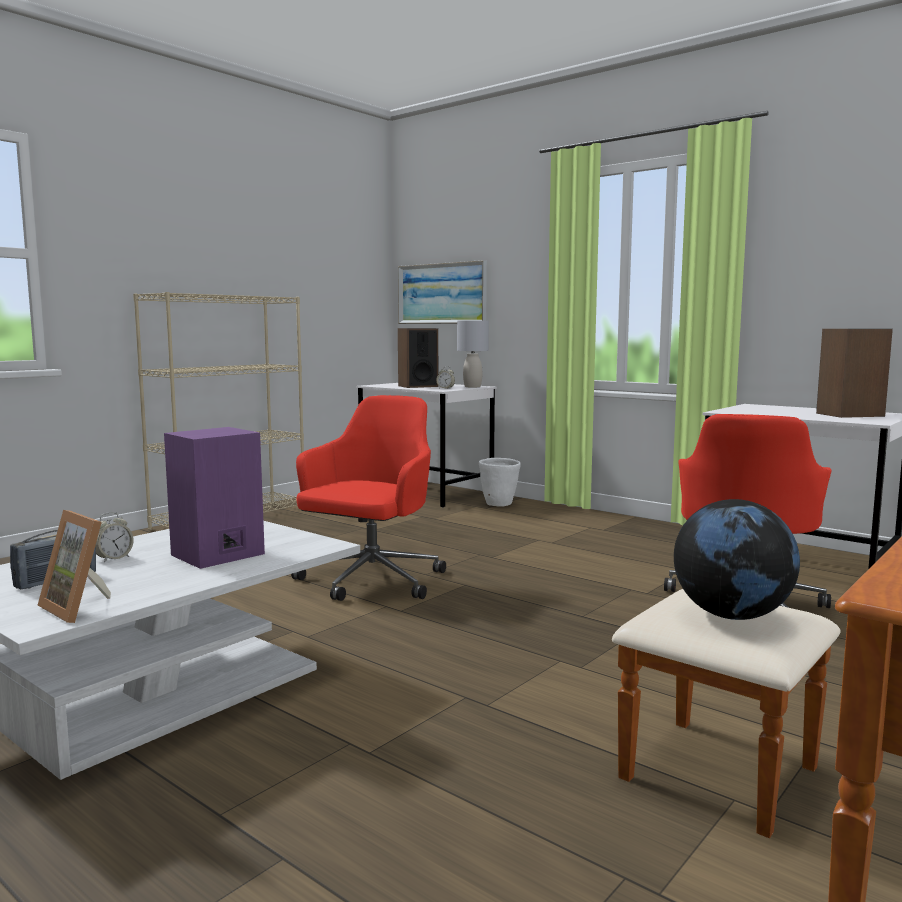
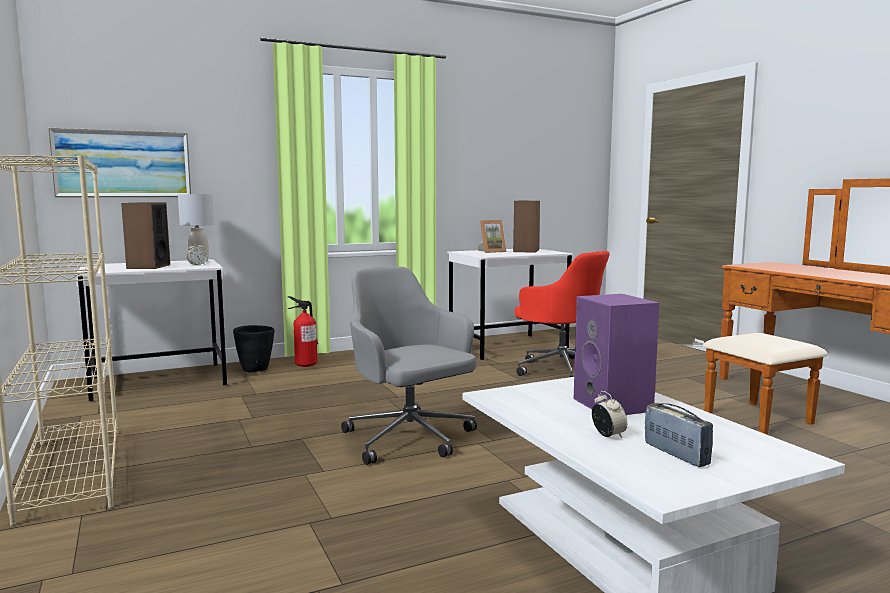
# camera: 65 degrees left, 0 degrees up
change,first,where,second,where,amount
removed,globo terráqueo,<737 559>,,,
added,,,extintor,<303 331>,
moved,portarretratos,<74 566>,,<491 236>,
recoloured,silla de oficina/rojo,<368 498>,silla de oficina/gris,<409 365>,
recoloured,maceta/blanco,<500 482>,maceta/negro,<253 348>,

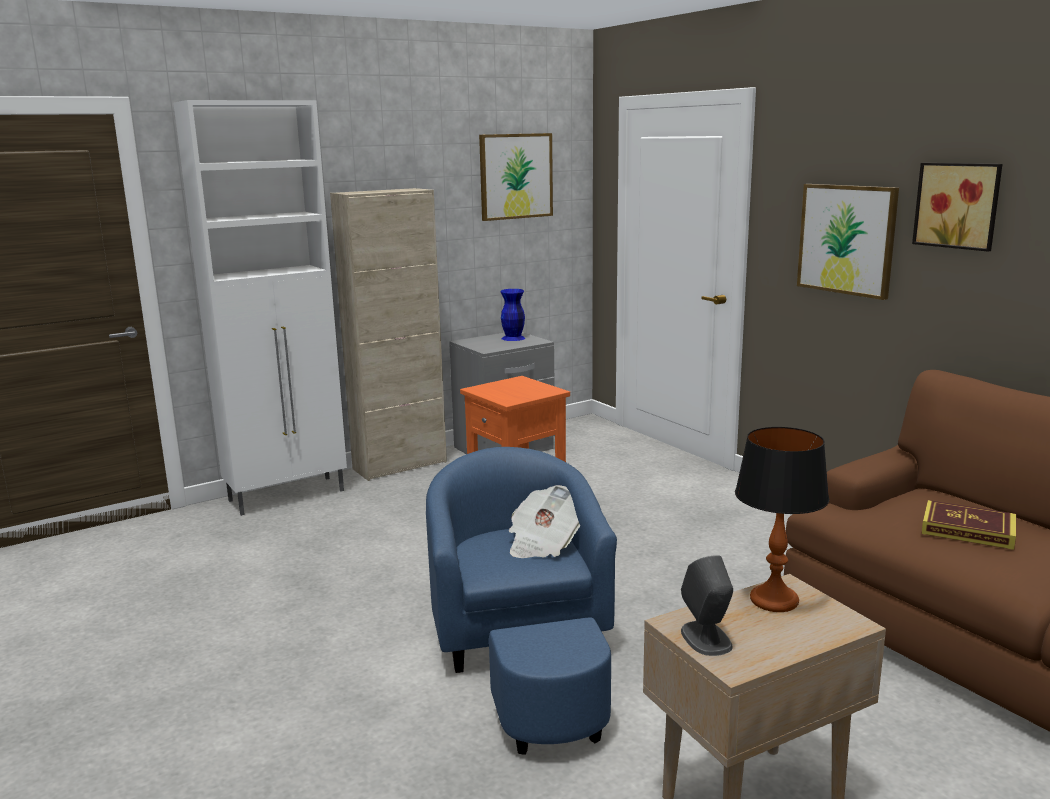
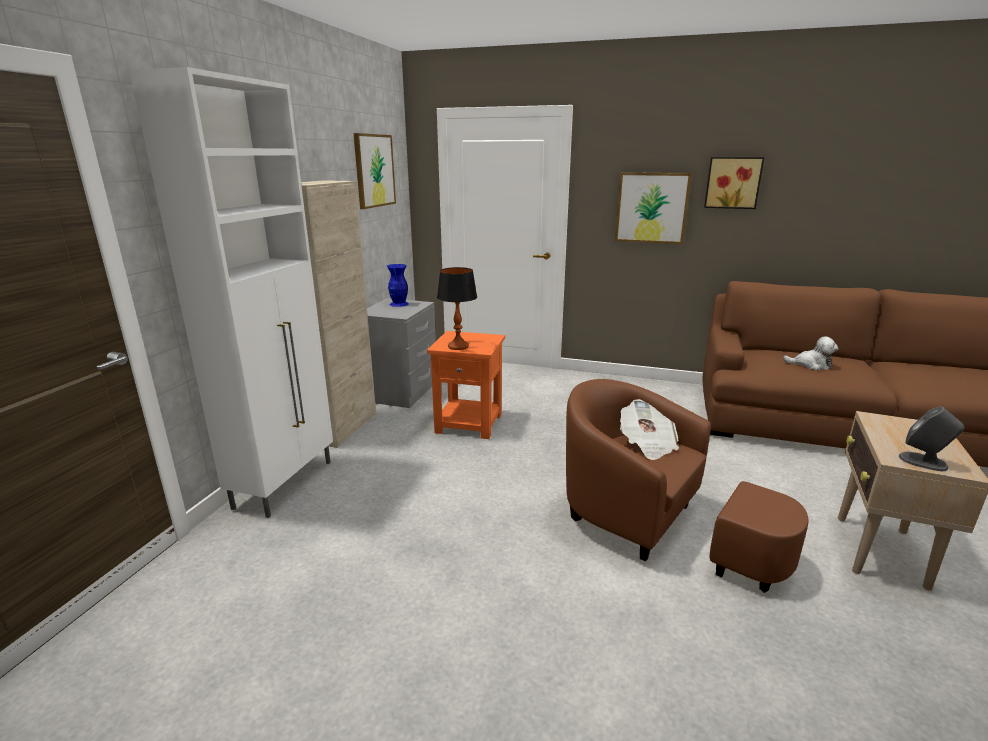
# camera: 40 degrees left, 5 degrees up
change,first,where,second,where,amount
moved,lámpara de mesa,<782 519>,,<457 308>,
replaced,libro,<968 525>,peluche,<810 353>,
recoloured,sillón/azul,<521 601>,sillón/marrón,<687 486>,

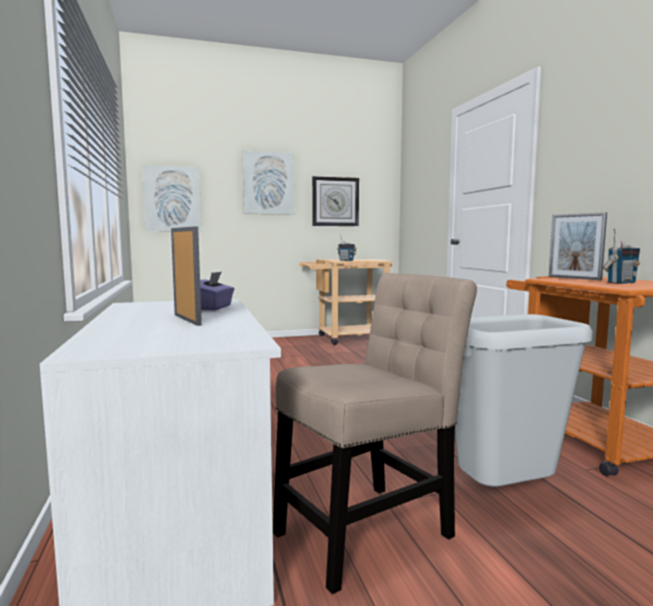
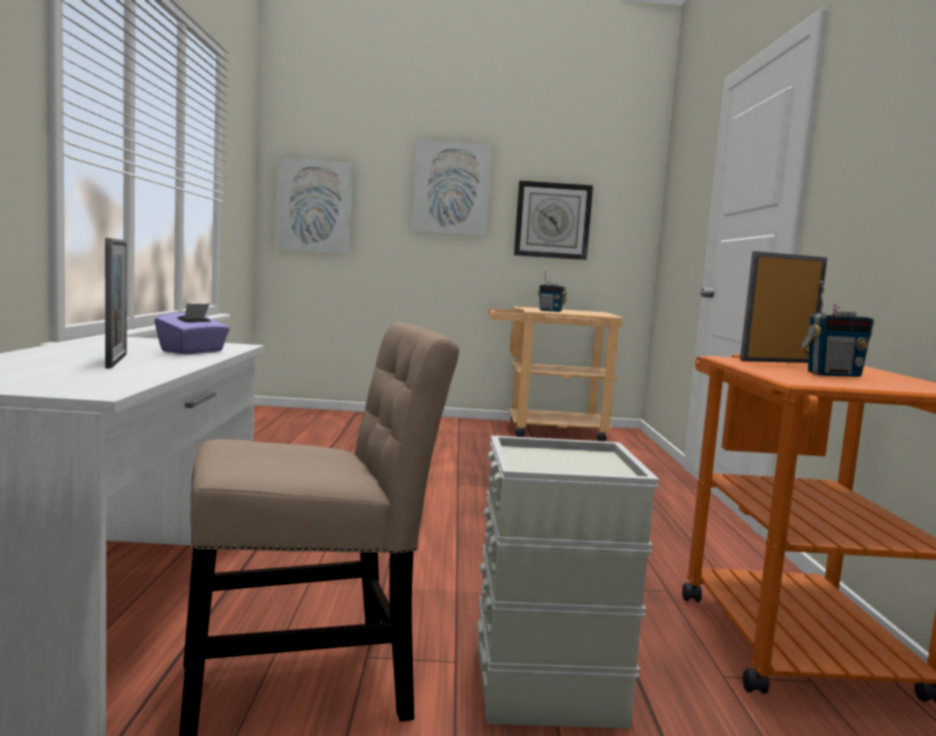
# camera: 15 degrees right, 0 degrees up
change,first,where,second,where,amount
replaced,papelera/gris,<524 400>,caja de almacenaje/gris,<568 582>,
turned,portarretratos,<578 246>,,<783 307>,90 degrees clockwise

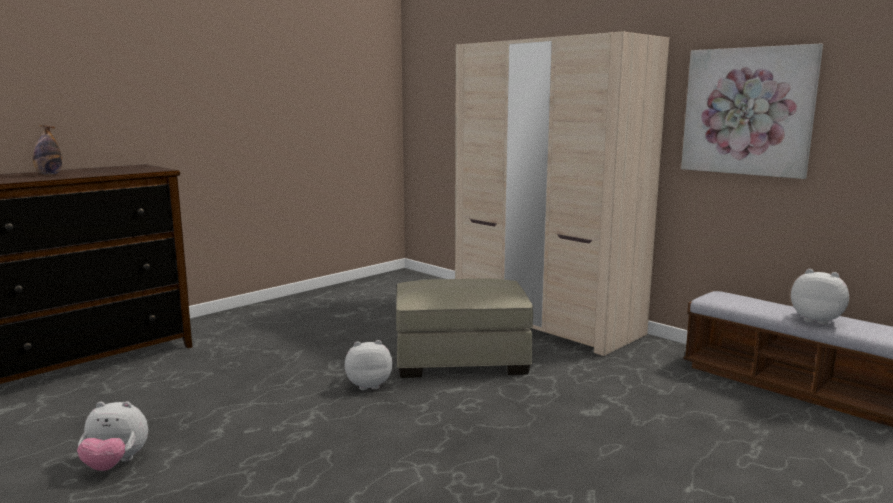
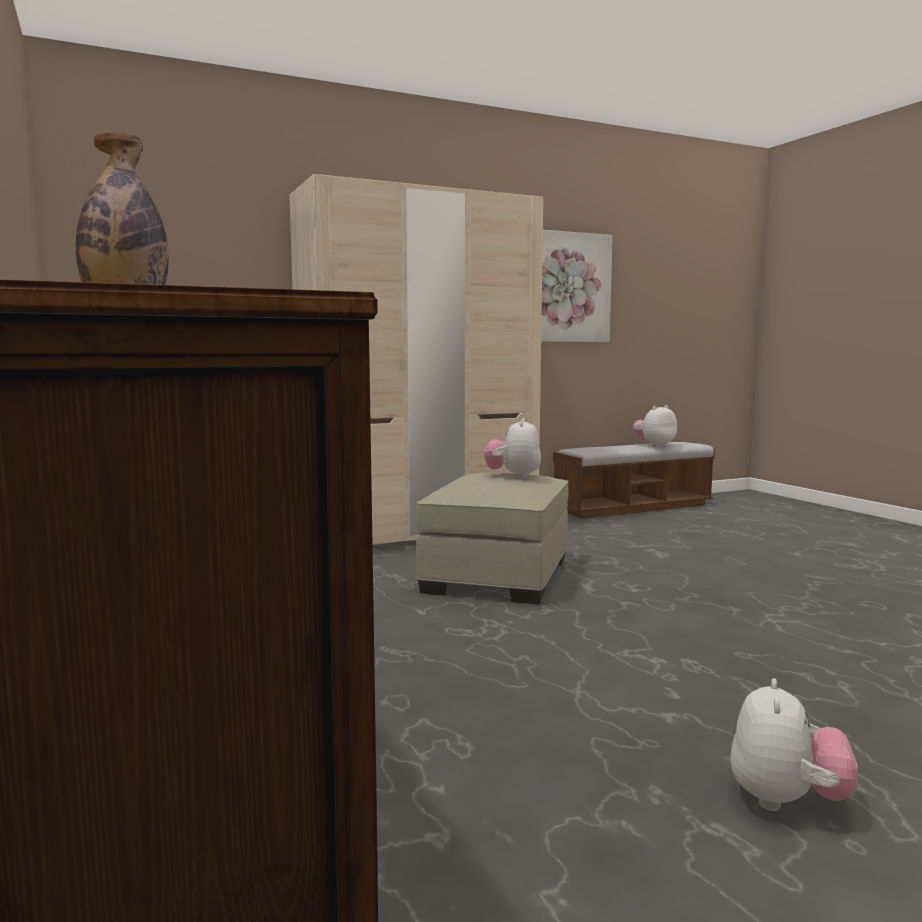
# camera: 70 degrees left, 5 degrees down
change,first,where,second,where,amount
moved,peluche,<368 365>,,<512 448>,

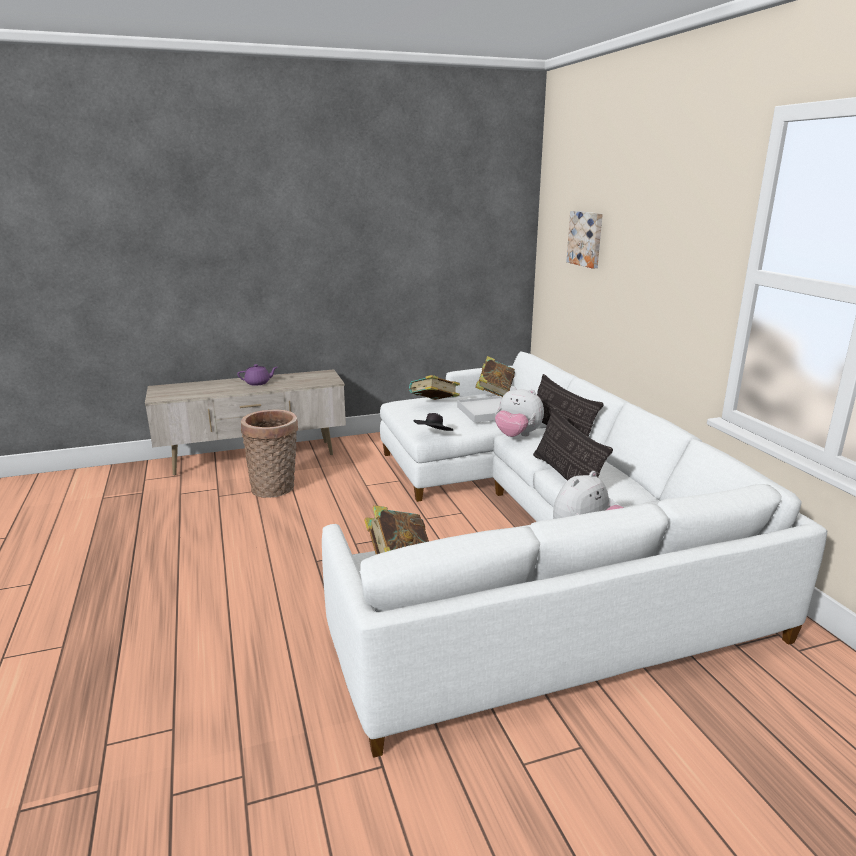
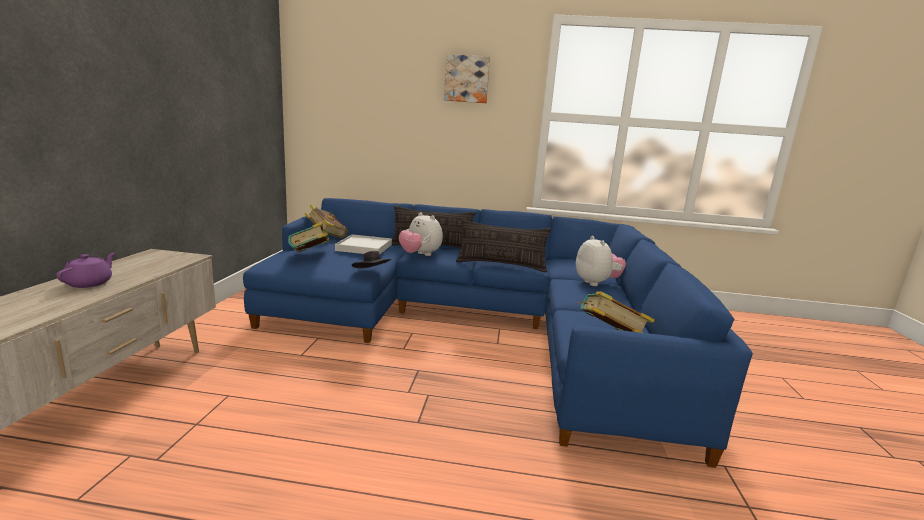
# camera: 65 degrees left, 5 degrees down
change,first,where,second,where,amount
removed,cesta,<269 453>,,,
moved,cuadro,<584 239>,,<467 78>,
recoloured,sofá/blanco,<574 554>,sofá/azul,<498 333>,
turned,peluche,<519 411>,,<421 234>,75 degrees clockwise

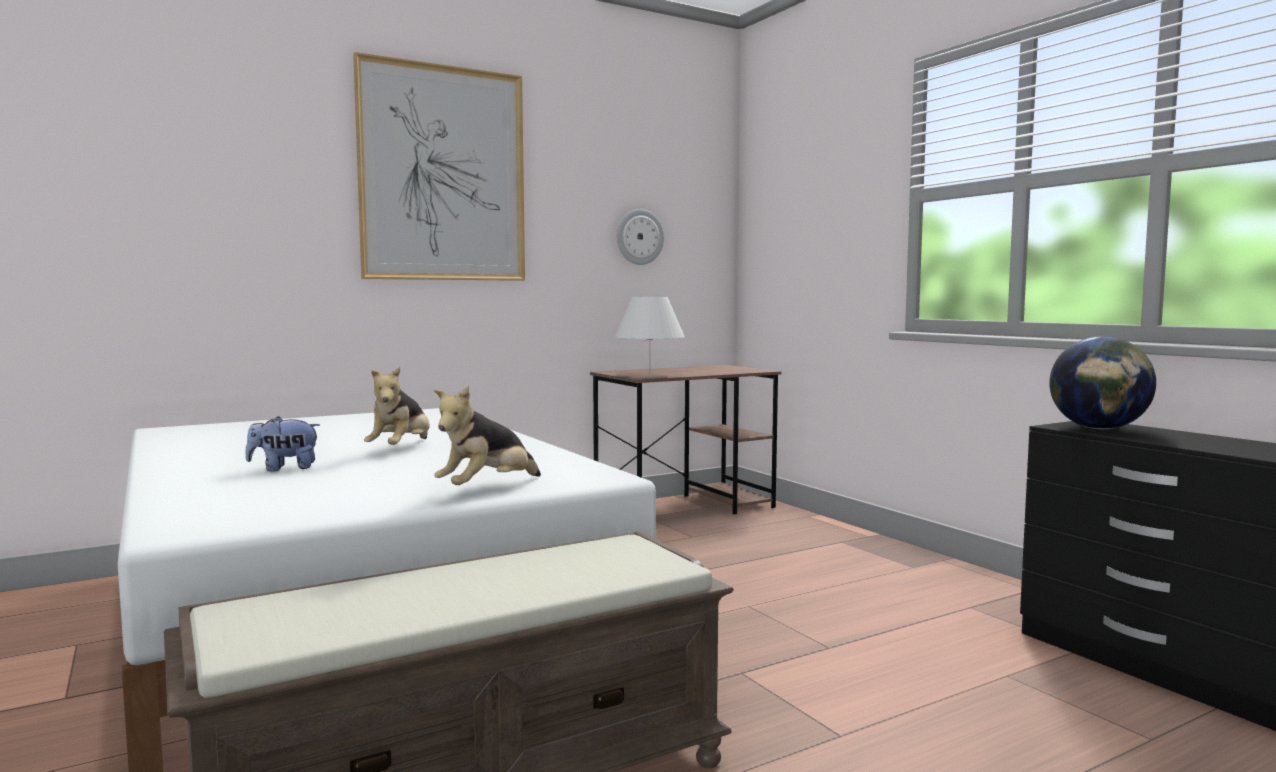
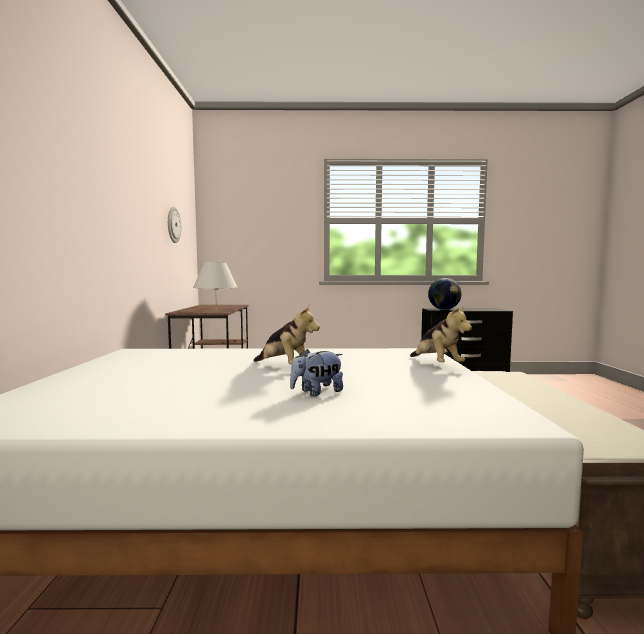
# camera: 60 degrees left, 0 degrees up
change,first,where,second,where,amount
removed,cuadro,<439 166>,,,
turned,peluche,<282 444>,,<316 372>,45 degrees clockwise

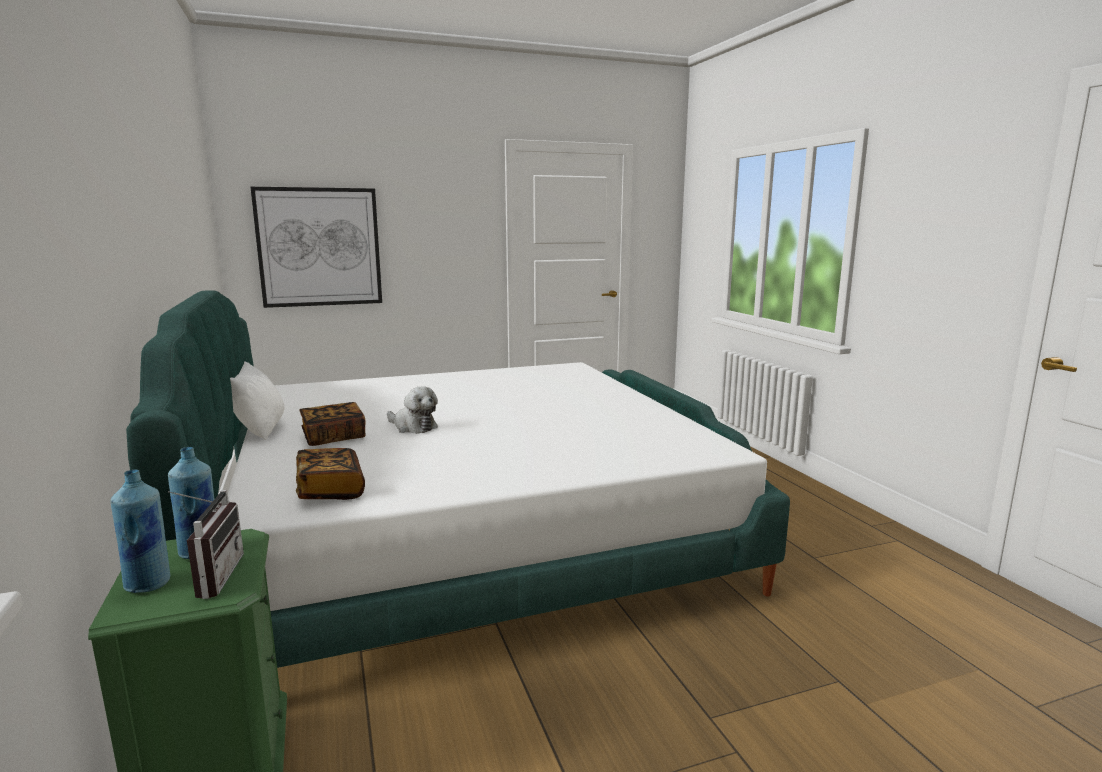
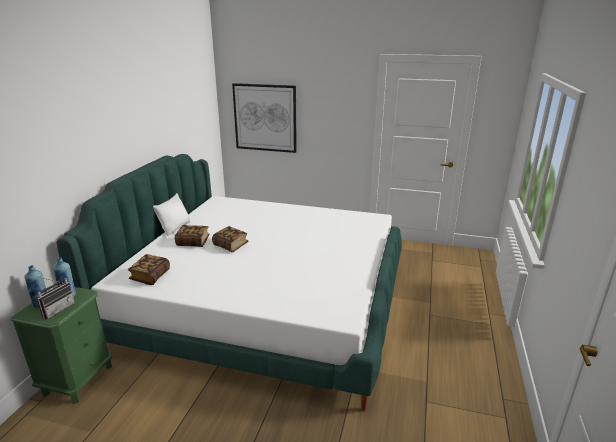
# camera: 35 degrees right, 10 degrees up
change,first,where,second,where,amount
replaced,peluche,<412 410>,libro,<230 239>,

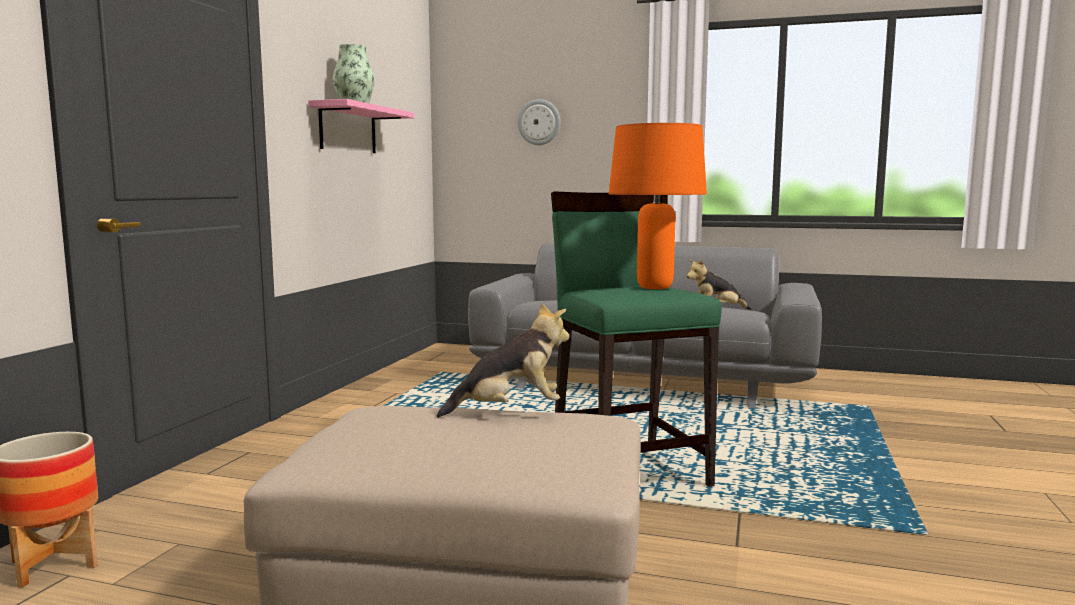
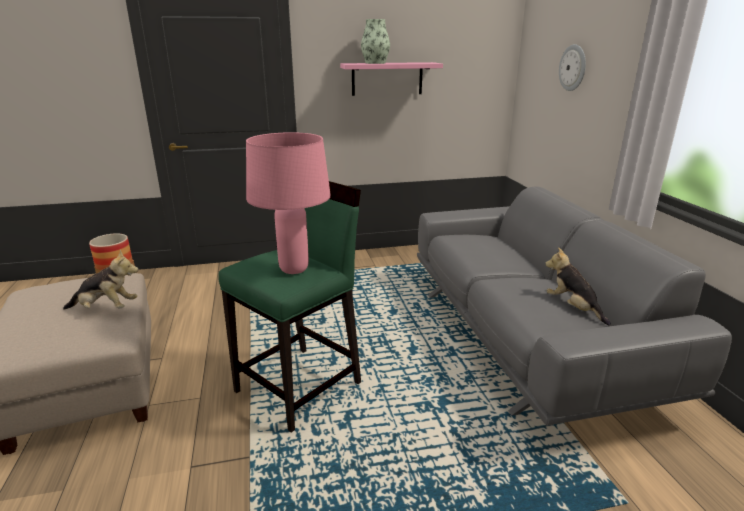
# camera: 60 degrees right, 15 degrees up
change,first,where,second,where,amount
recoloured,lámpara de mesa/naranja,<658 206>,lámpara de mesa/rosa,<288 203>,
turned,peluche,<503 360>,,<100 280>,45 degrees counterclockwise

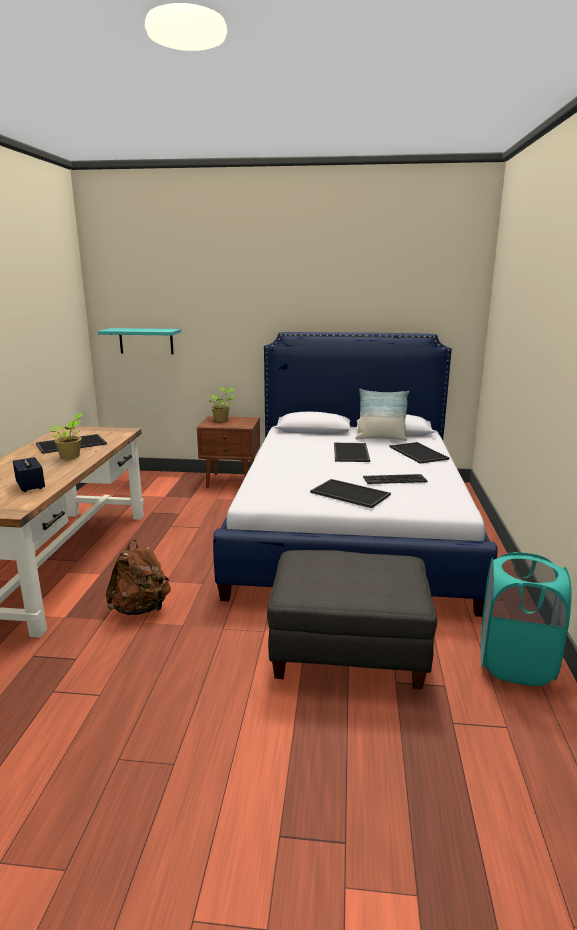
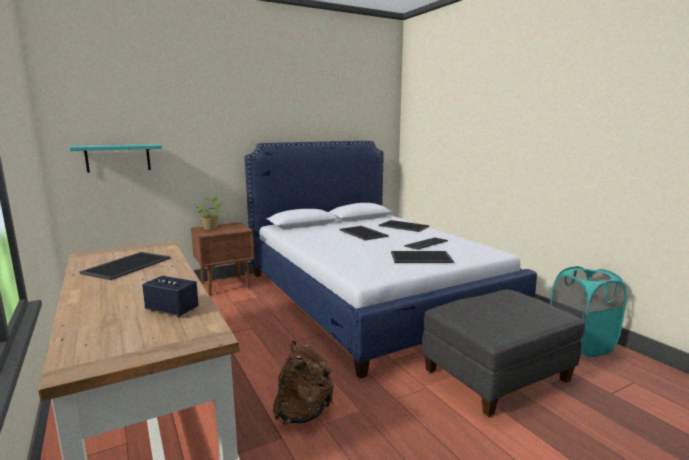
# camera: 35 degrees left, 5 degrees down
change,first,where,second,where,amount
removed,planta en maceta,<65 436>,,,
removed,cojín,<382 415>,,,

